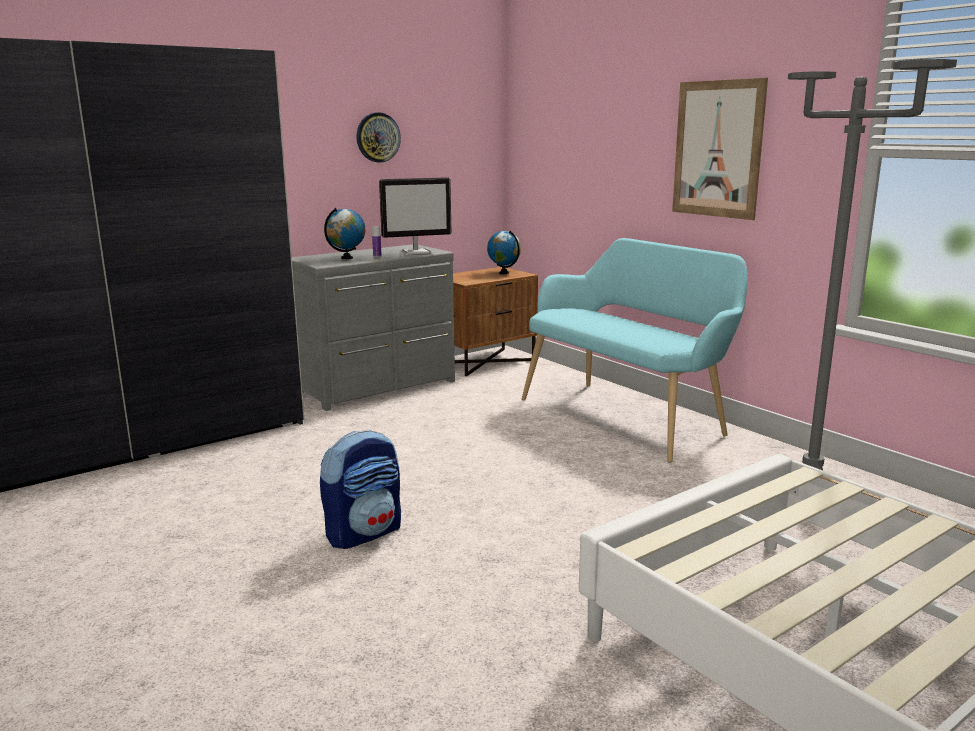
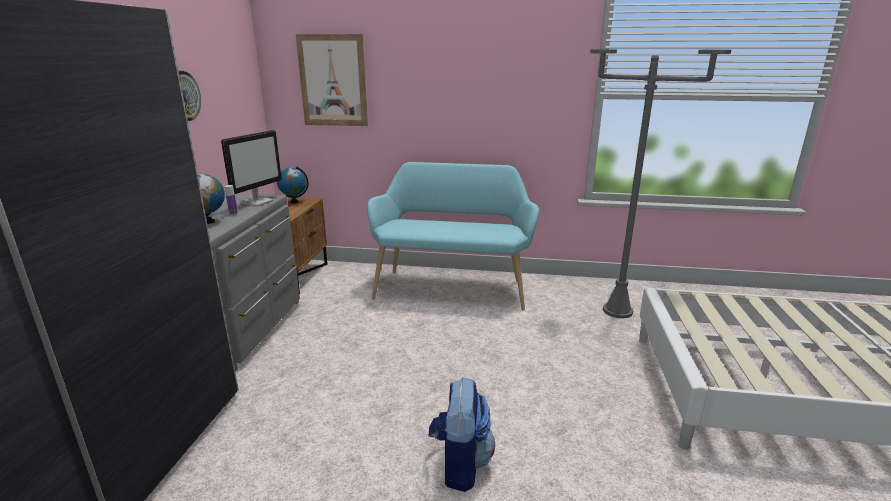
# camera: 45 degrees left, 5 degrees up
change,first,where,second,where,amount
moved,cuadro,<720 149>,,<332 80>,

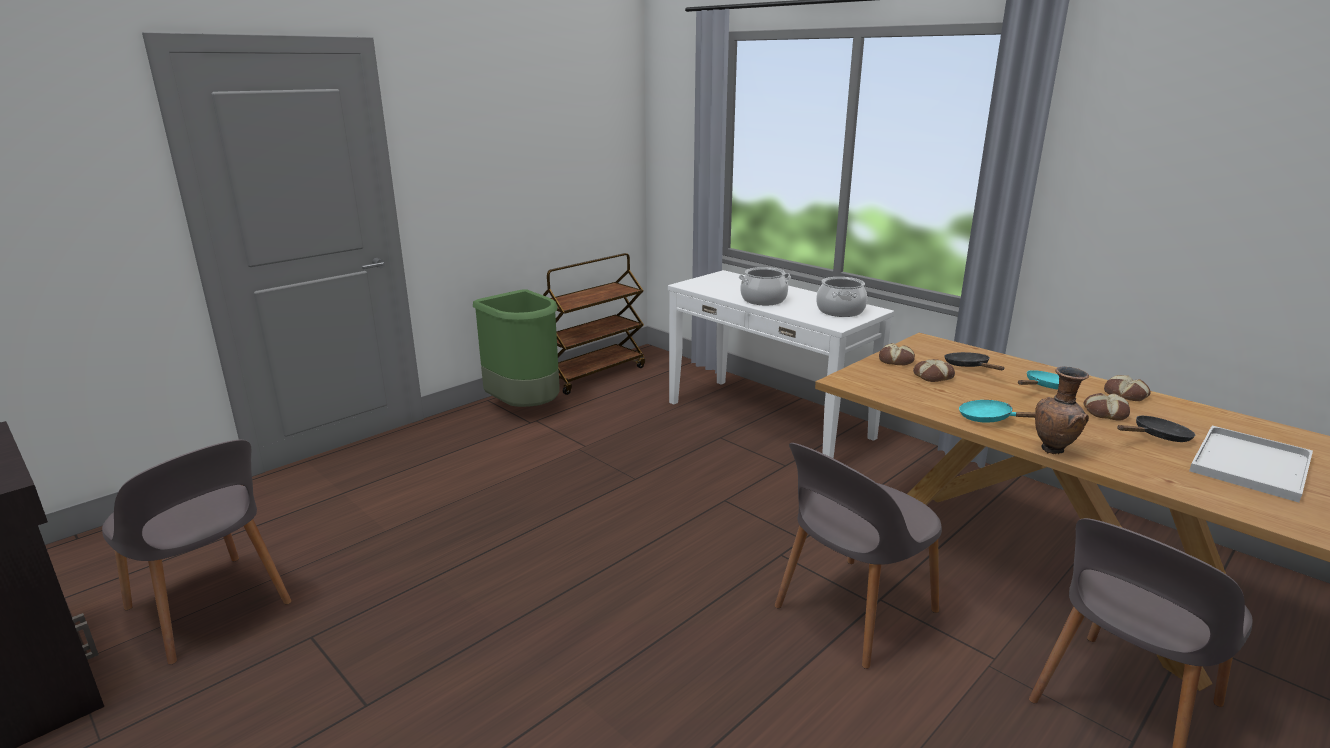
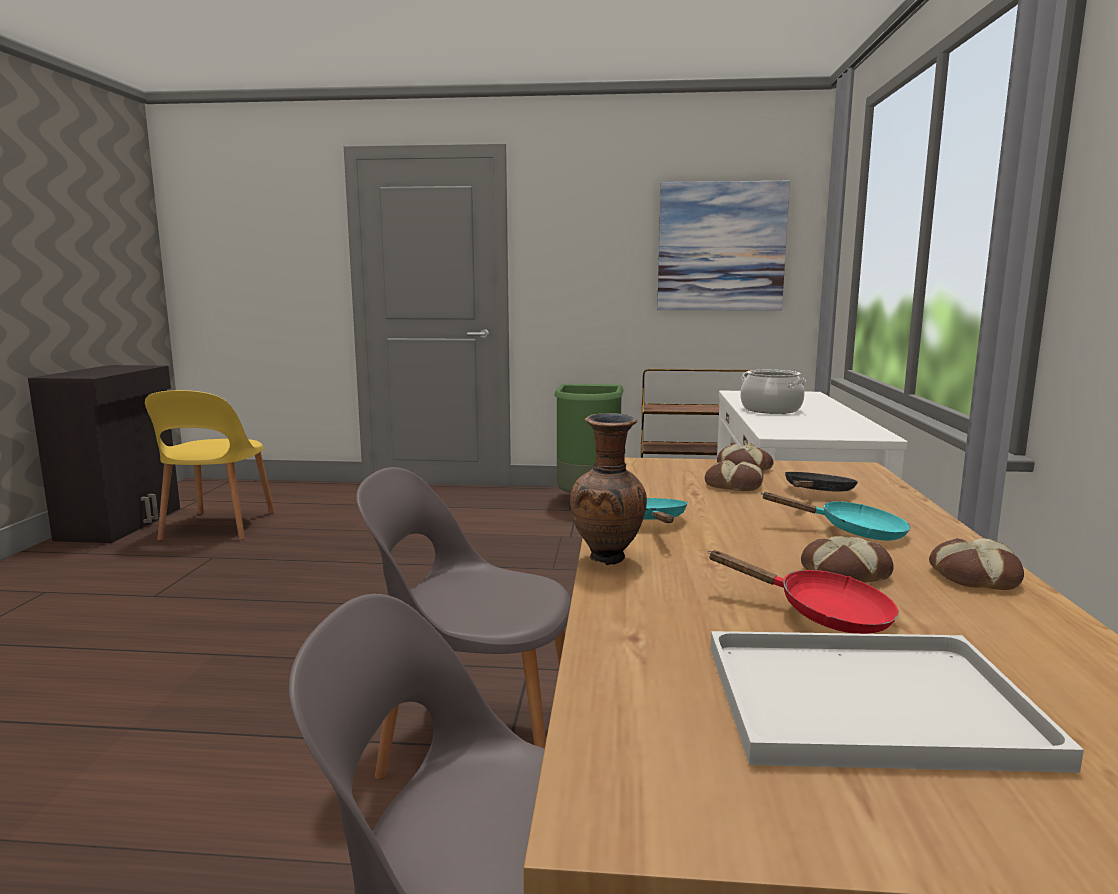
# camera: 50 degrees right, 10 degrees down
change,first,where,second,where,amount
removed,olla,<841 297>,,,
added,,,cuadro,<723 246>,
recoloured,silla/gris,<197 552>,silla/amarillo,<210 465>,
recoloured,sartén/negro,<1156 428>,sartén/rojo,<803 592>,

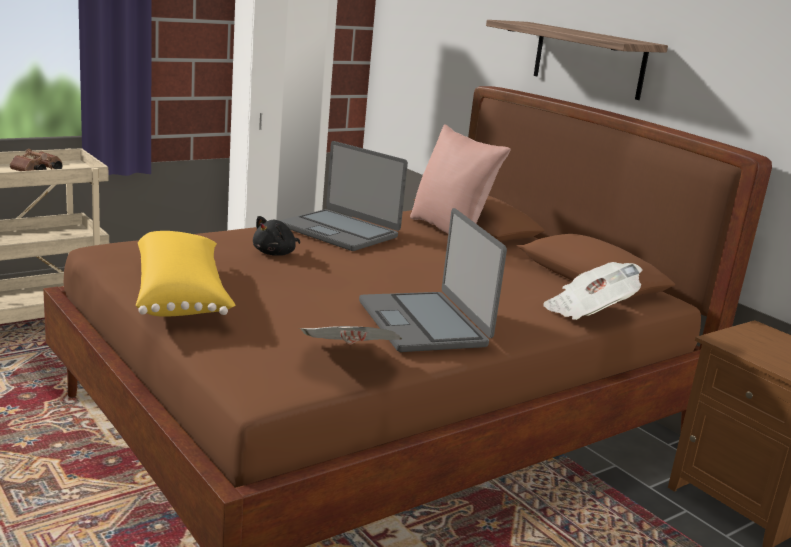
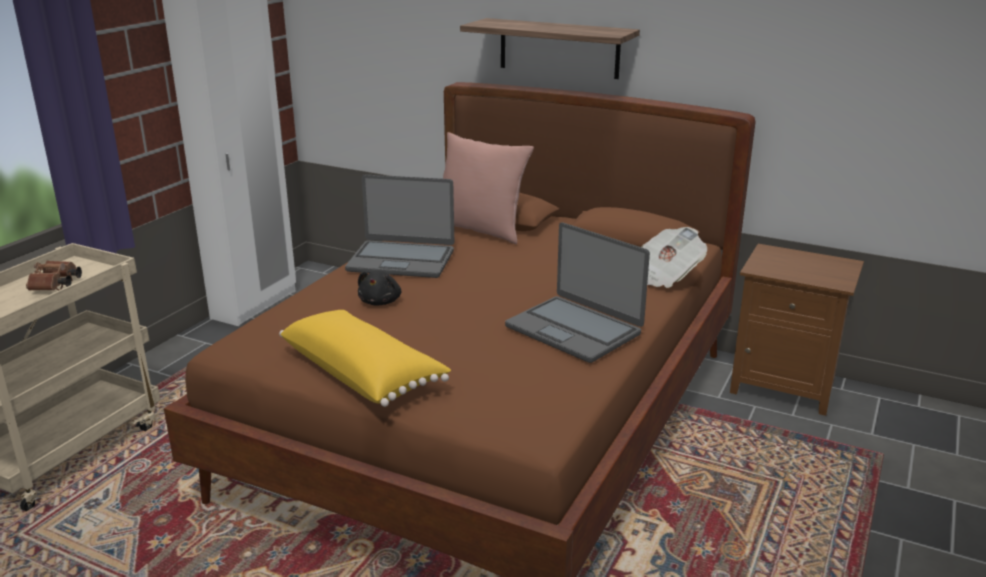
# camera: 25 degrees left, 5 degrees up
change,first,where,second,where,amount
removed,periódico,<351 335>,,,

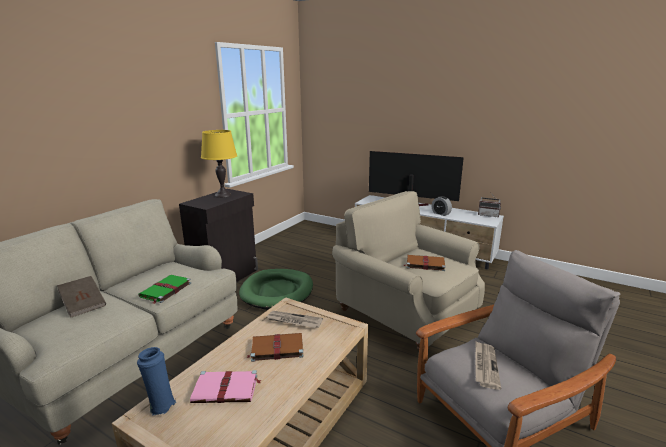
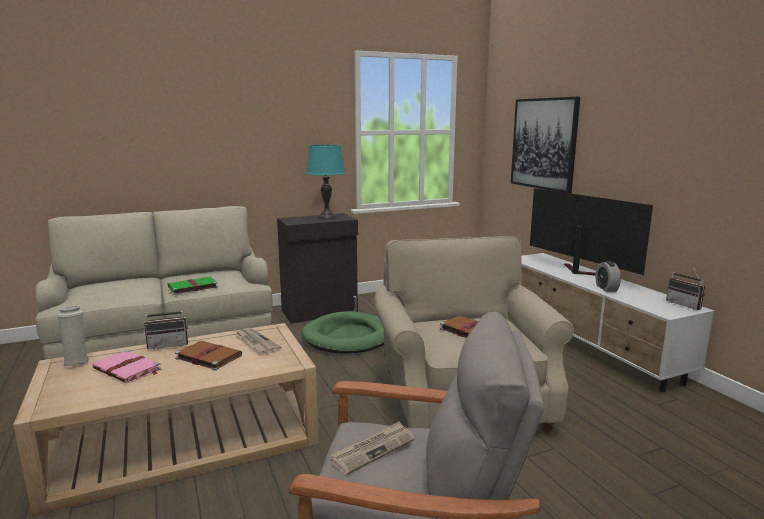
# camera: 35 degrees right, 5 degrees down
change,first,where,second,where,amount
removed,libro/marrón,<81 297>,,,
added,,,radio,<166 324>,
added,,,cuadro,<545 145>,
recoloured,florero/azul,<156 381>,florero/blanco,<73 336>,
recoloured,lámpara de mesa/amarillo,<219 164>,lámpara de mesa/turquesa,<326 182>,

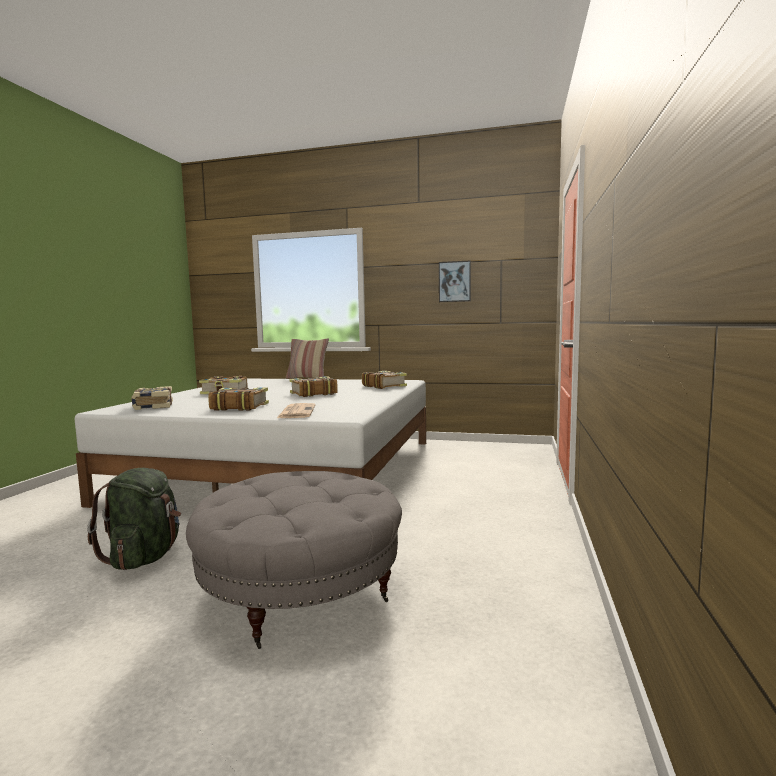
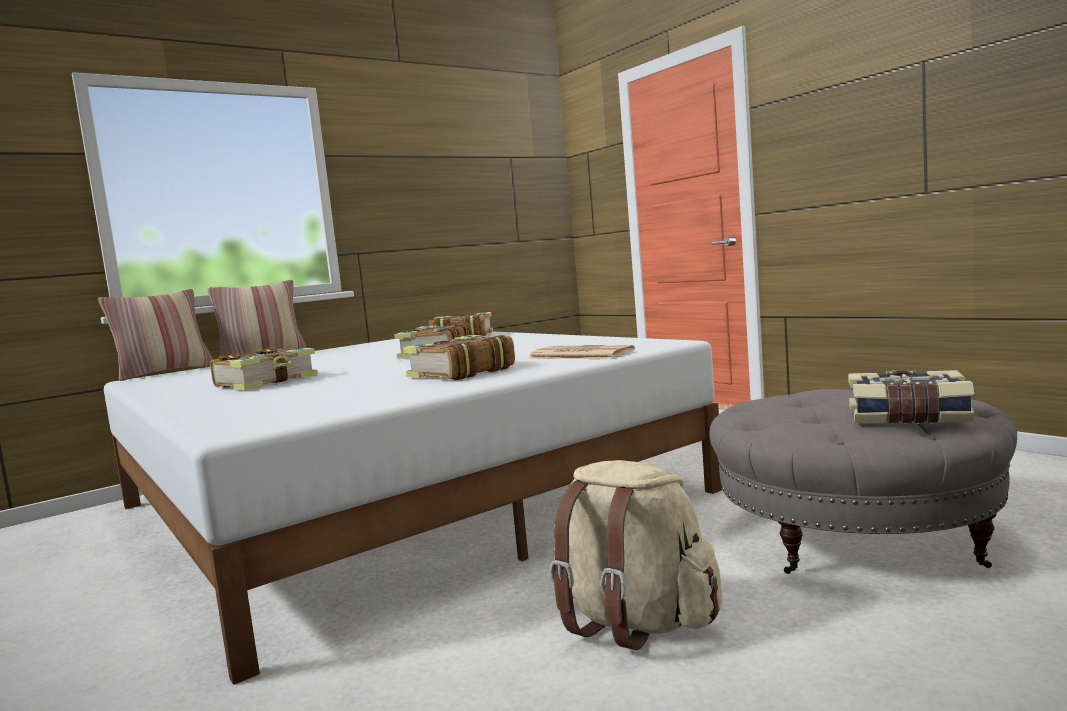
# camera: 50 degrees left, 0 degrees up
change,first,where,second,where,amount
removed,cuadro,<455 281>,,,
added,,,cojín,<155 335>,
moved,libro,<152 398>,,<911 397>,
recoloured,mochila/verde,<134 519>,mochila/beis,<636 555>,

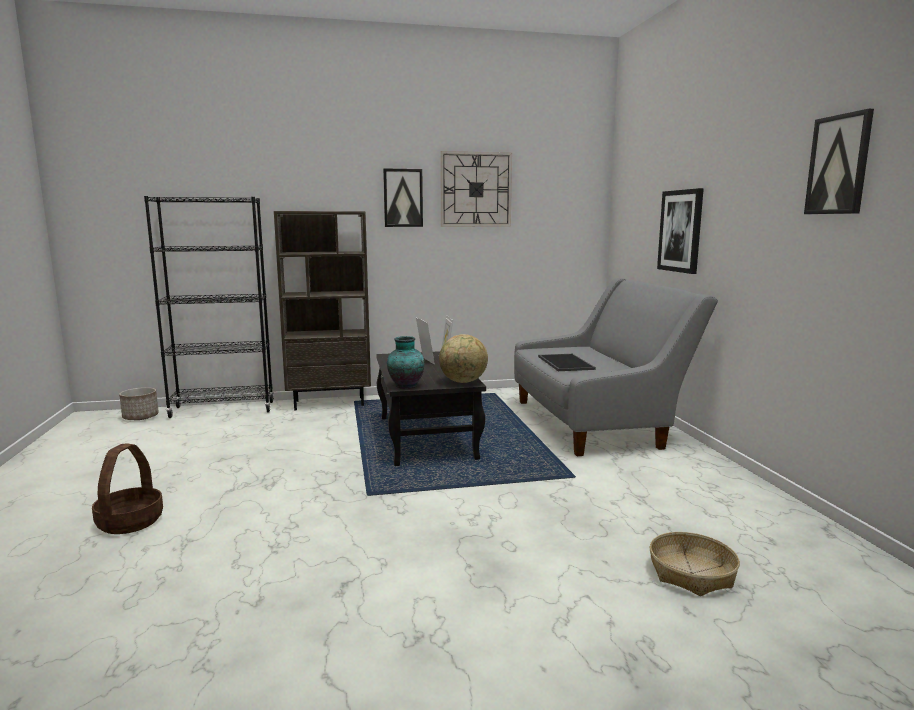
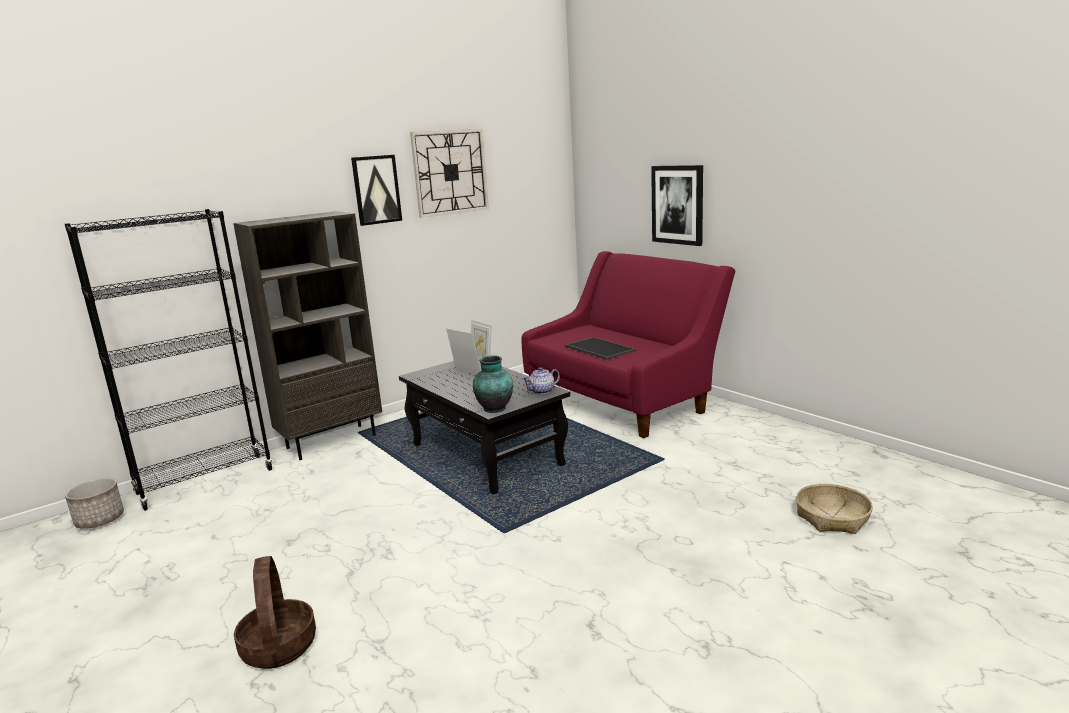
# camera: 25 degrees left, 5 degrees up
change,first,where,second,where,amount
removed,cuadro,<839 161>,,,
replaced,globo terráqueo,<463 358>,tetera,<541 380>,
recoloured,sofá/gris,<616 367>,sofá/rojo,<628 344>,

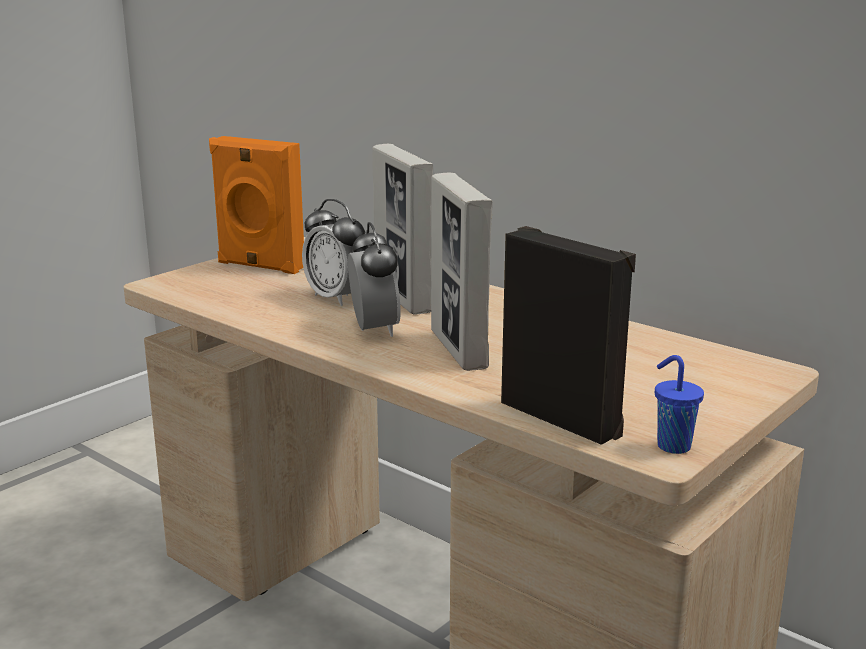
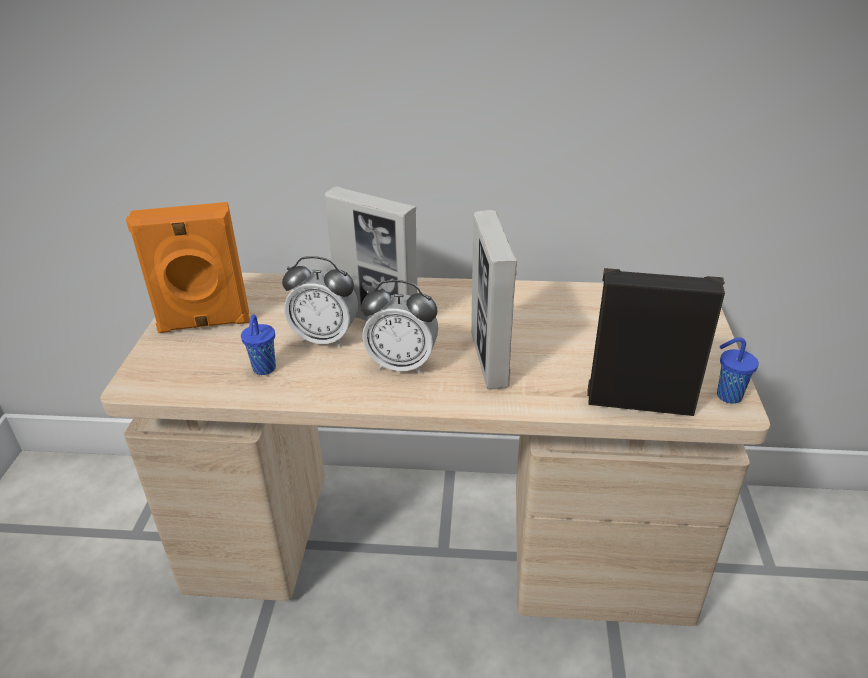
# camera: 35 degrees left, 15 degrees up
change,first,where,second,where,amount
added,,,taza/azul,<258 345>,
turned,despertador,<374 279>,,<399 327>,150 degrees clockwise
turned,portarretratos,<462 272>,,<494 299>,45 degrees clockwise

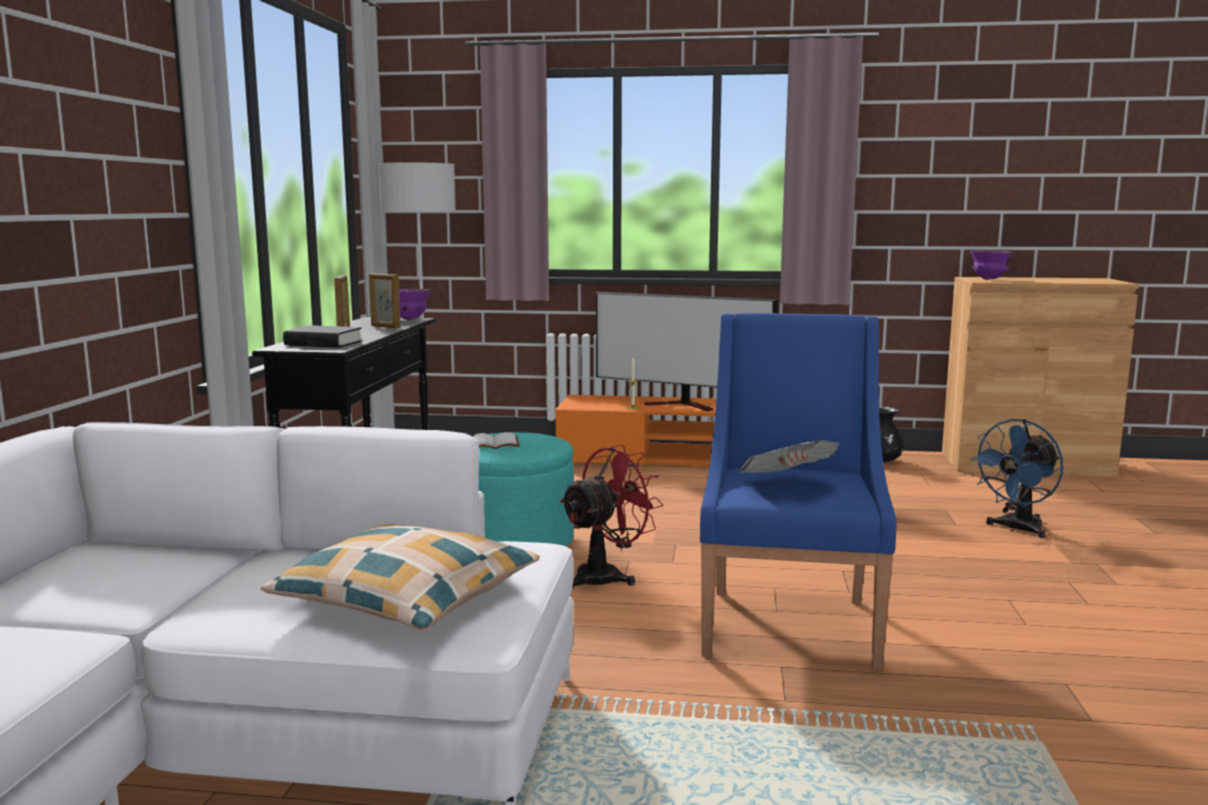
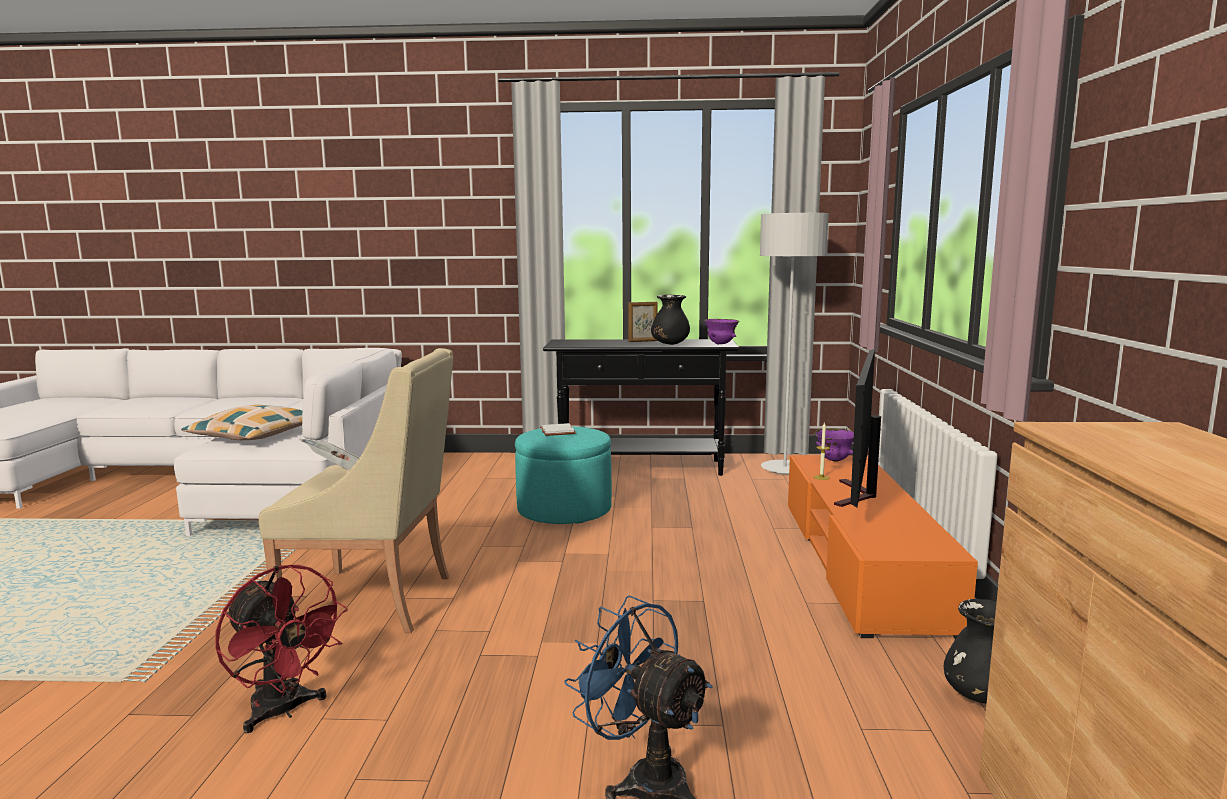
# camera: 85 degrees right, 0 degrees up
change,first,where,second,where,amount
removed,libro/negro,<322 336>,,,
moved,ventilador/rojo,<611 517>,,<281 649>,
moved,cuenco/morado,<992 265>,,<834 445>,
replaced,portarretratos,<385 301>,florero/negro,<670 319>,
recoloured,sillón/azul,<798 492>,sillón/beis,<356 490>,

